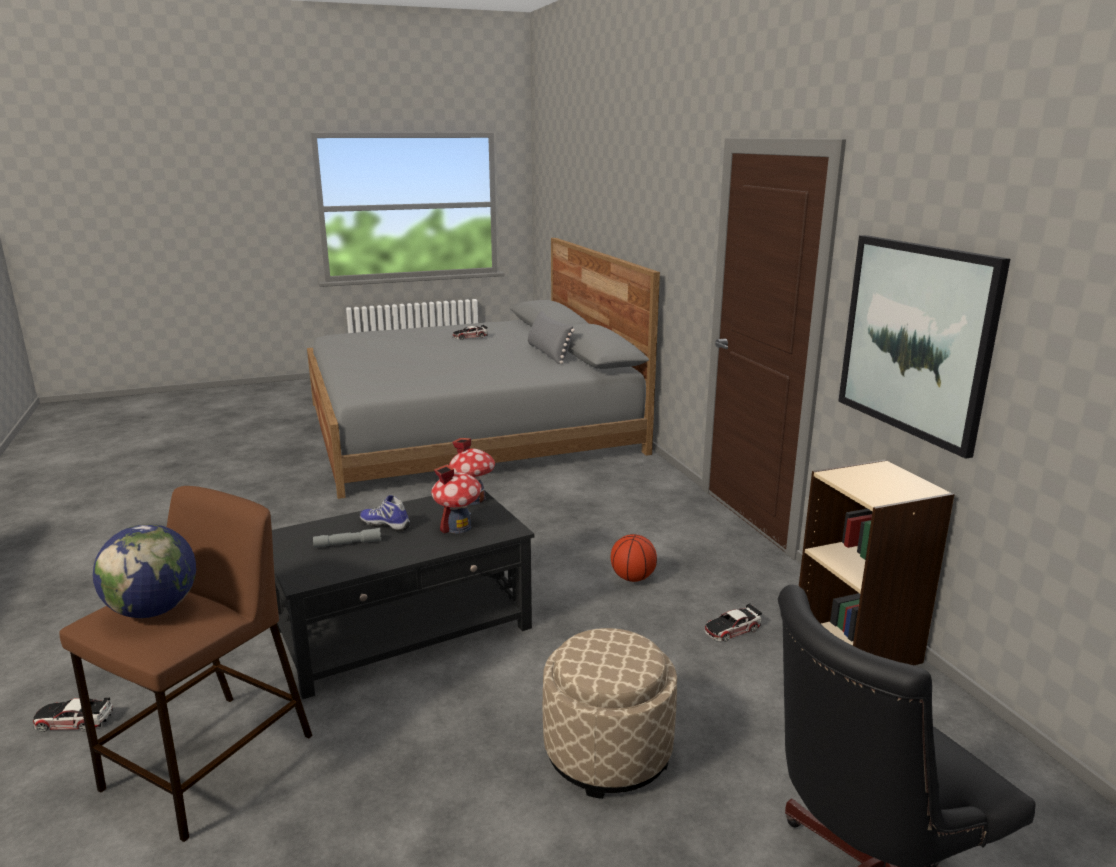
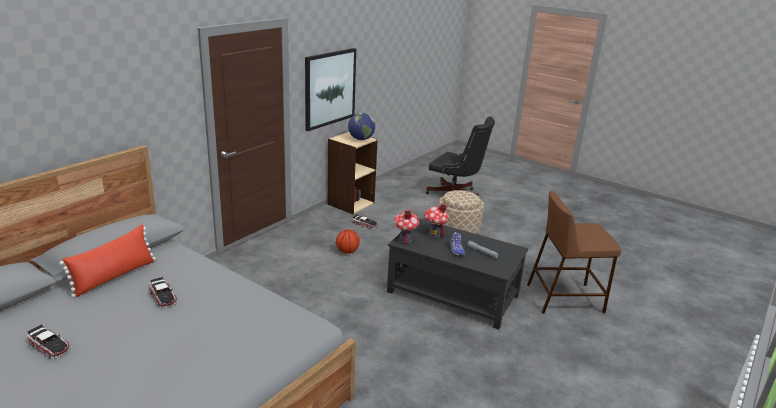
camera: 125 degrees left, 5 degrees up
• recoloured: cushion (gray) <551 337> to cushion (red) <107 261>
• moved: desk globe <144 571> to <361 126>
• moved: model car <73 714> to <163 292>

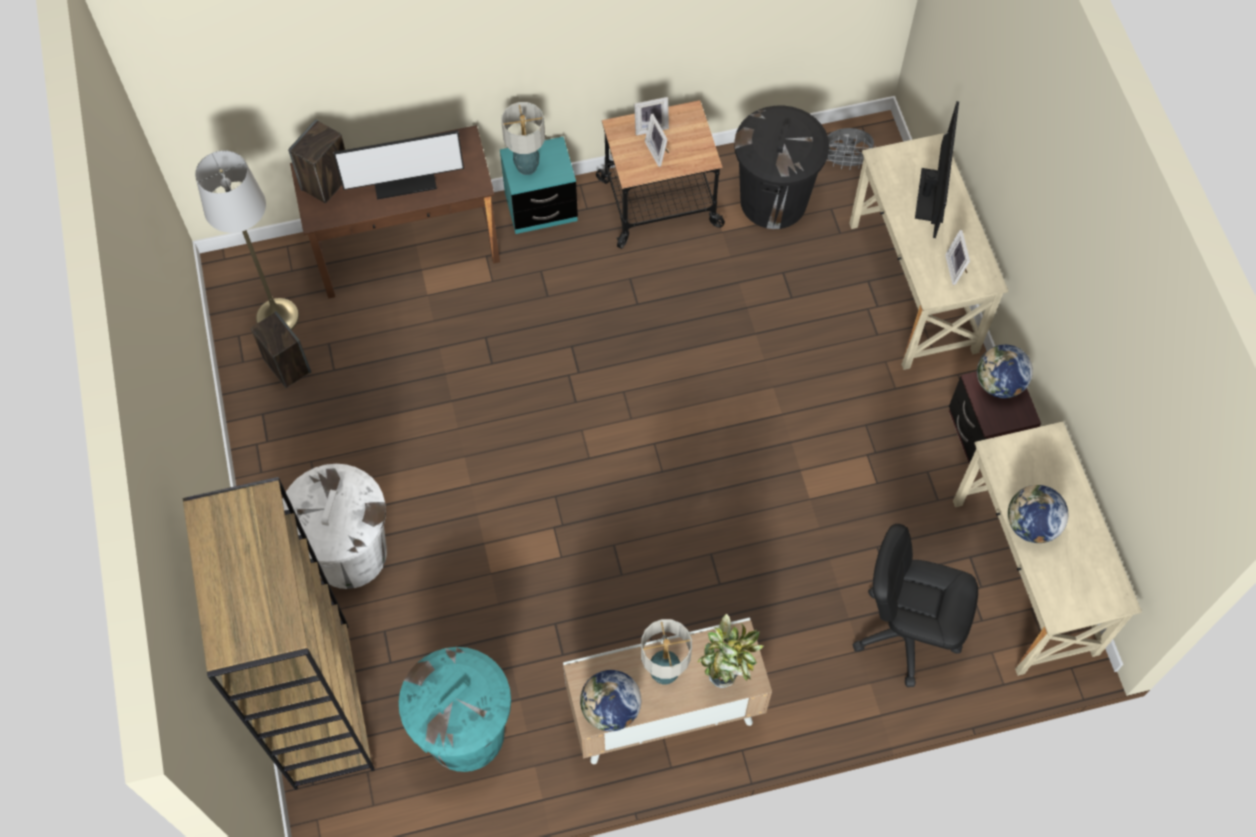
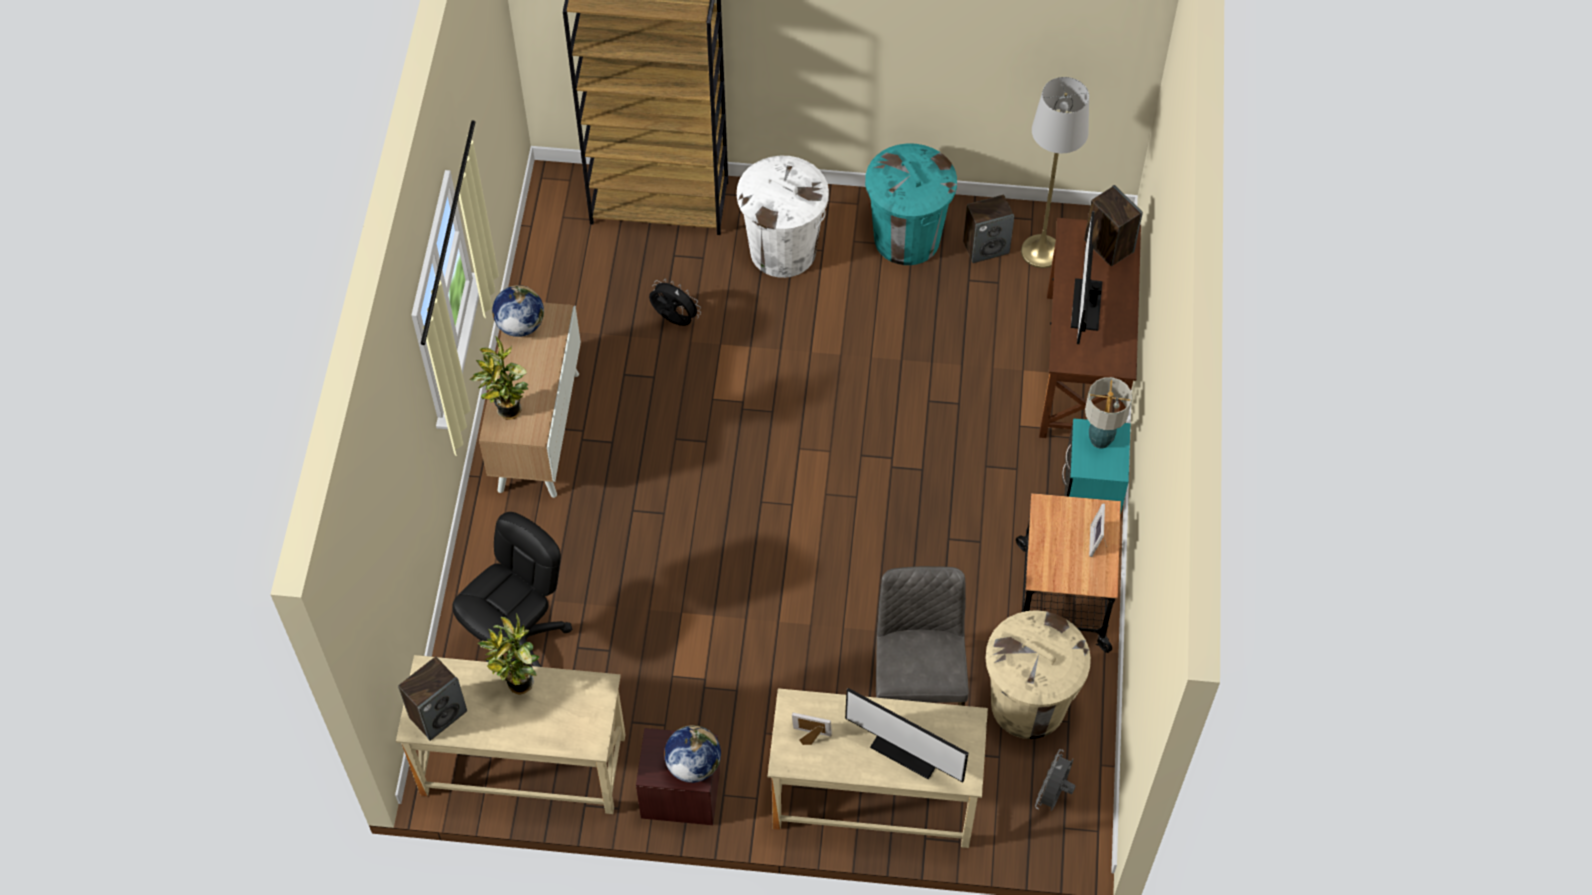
camera: 110 degrees right, 5 degrees down
• recoloured: rubbish bin (black-coloured) <781 167> to rubbish bin (beige-coloured) <1038 674>
• removed: photo frame <657 140>
• replaced: desk globe <1038 514> to potted plant <509 654>
• removed: lamp for a table <666 651>
• moved: rubbish bin (blue-green) <455 709> to <911 204>
• added: cooling fan (black-coloured) <675 302>
• added: plain chair (gray) <922 636>
• added: loudspeaker <432 698>

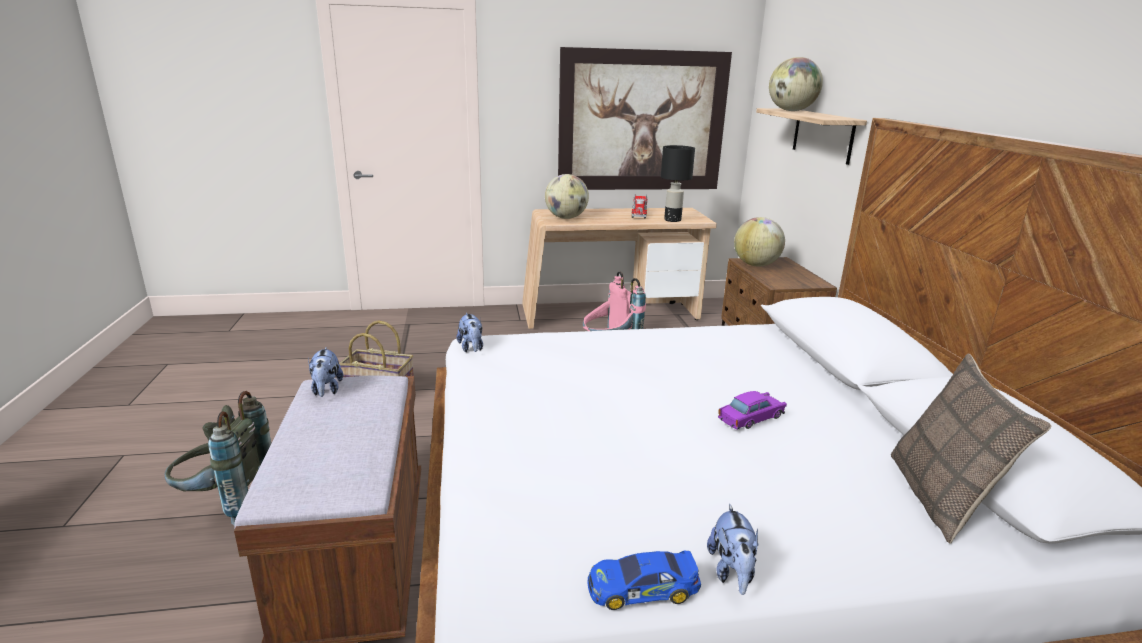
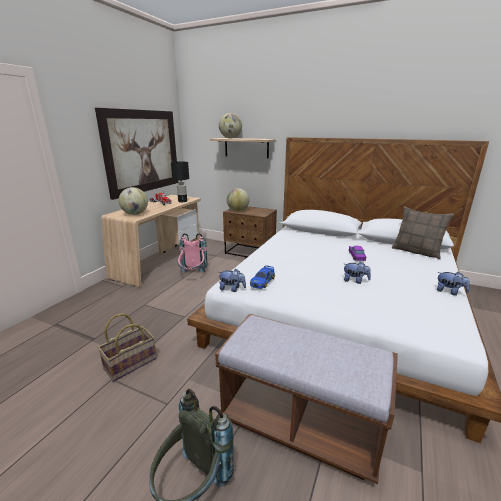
camera: 55 degrees left, 0 degrees up
• moved: plush toy <325 372> to <357 273>
• moved: model car <644 580> to <262 277>

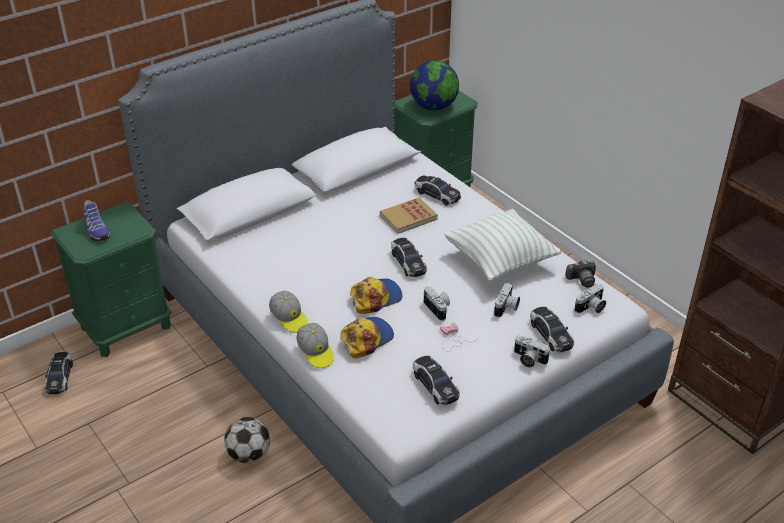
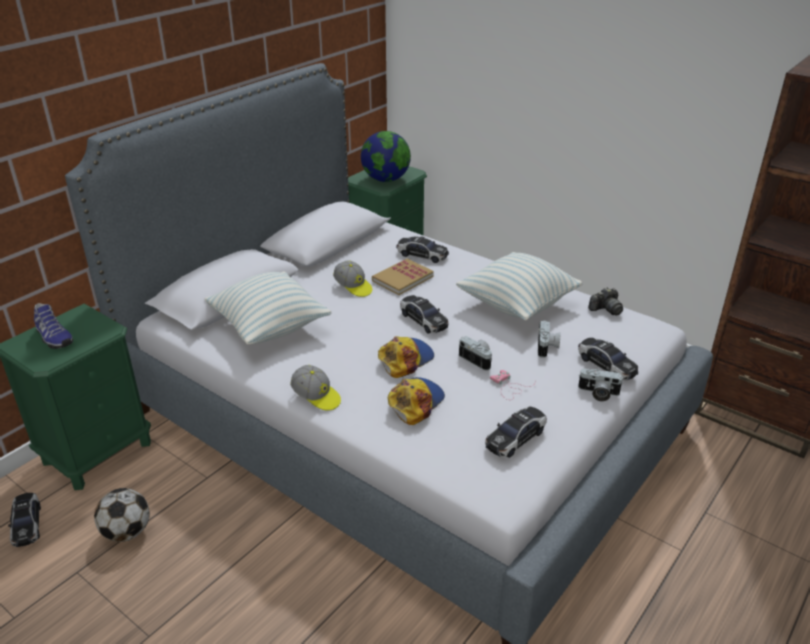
camera: 15 degrees left, 5 degrees down
• removed: photo camera <590 298>
• moved: baseball cap <315 345> to <352 278>
• turned: model car <436 380> = <516 432> 90 degrees clockwise
• moved: football ball <247 440> to <122 515>
• added: cushion <268 308>

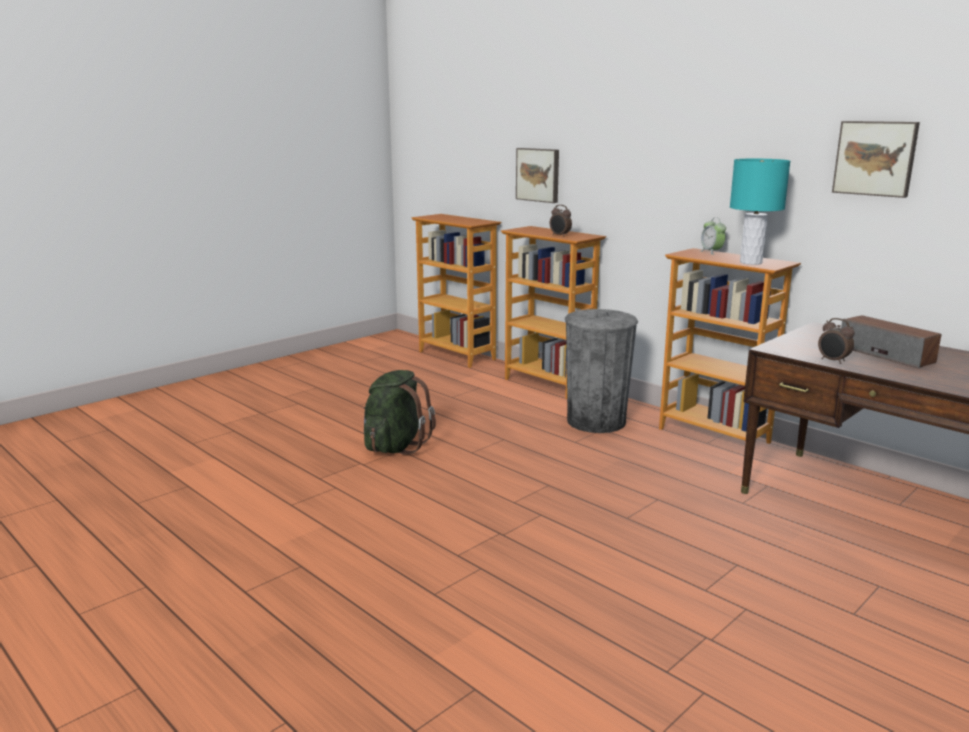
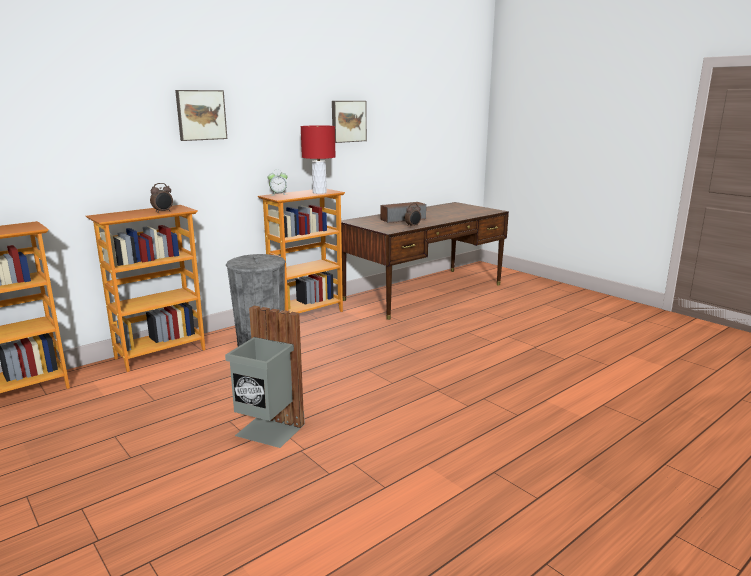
camera: 85 degrees left, 0 degrees up
• moved: wall picture <537 175> to <201 115>
• recoloured: lamp for a table (blue-green) <760 212> to lamp for a table (red) <318 159>
• replaced: knapsack (greenish) <399 412> to rubbish bin (gray) <265 377>

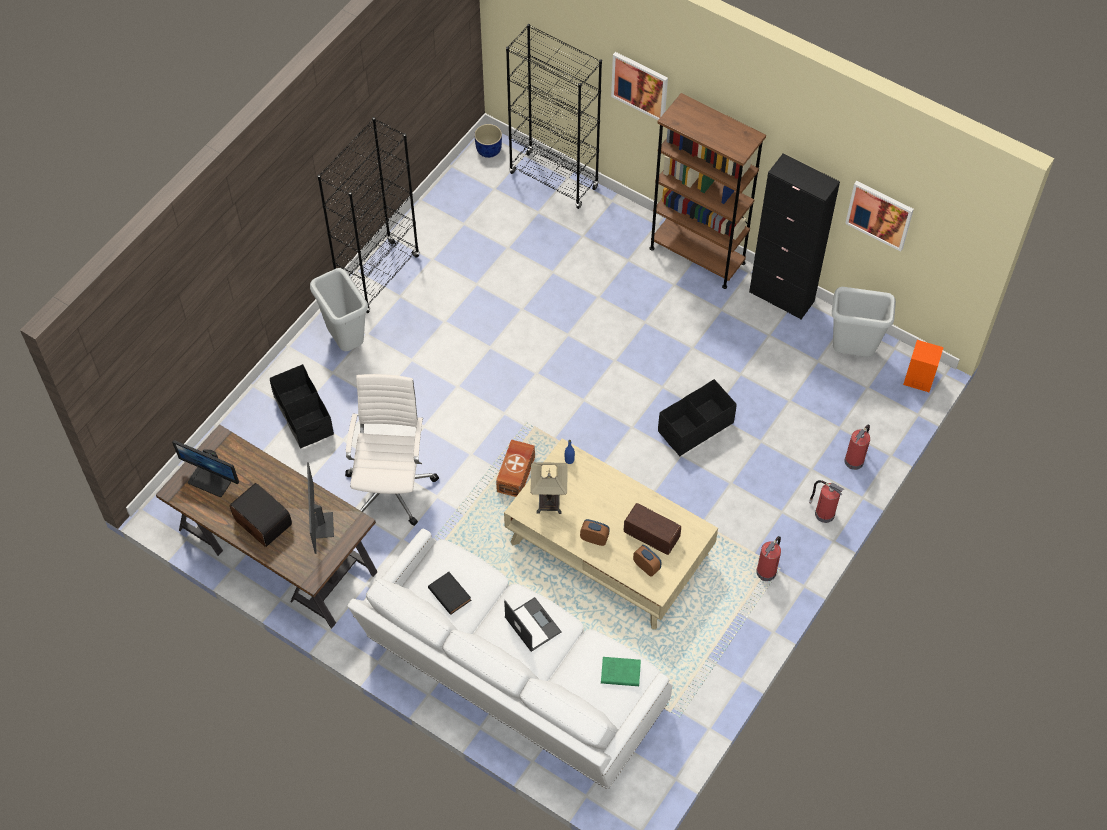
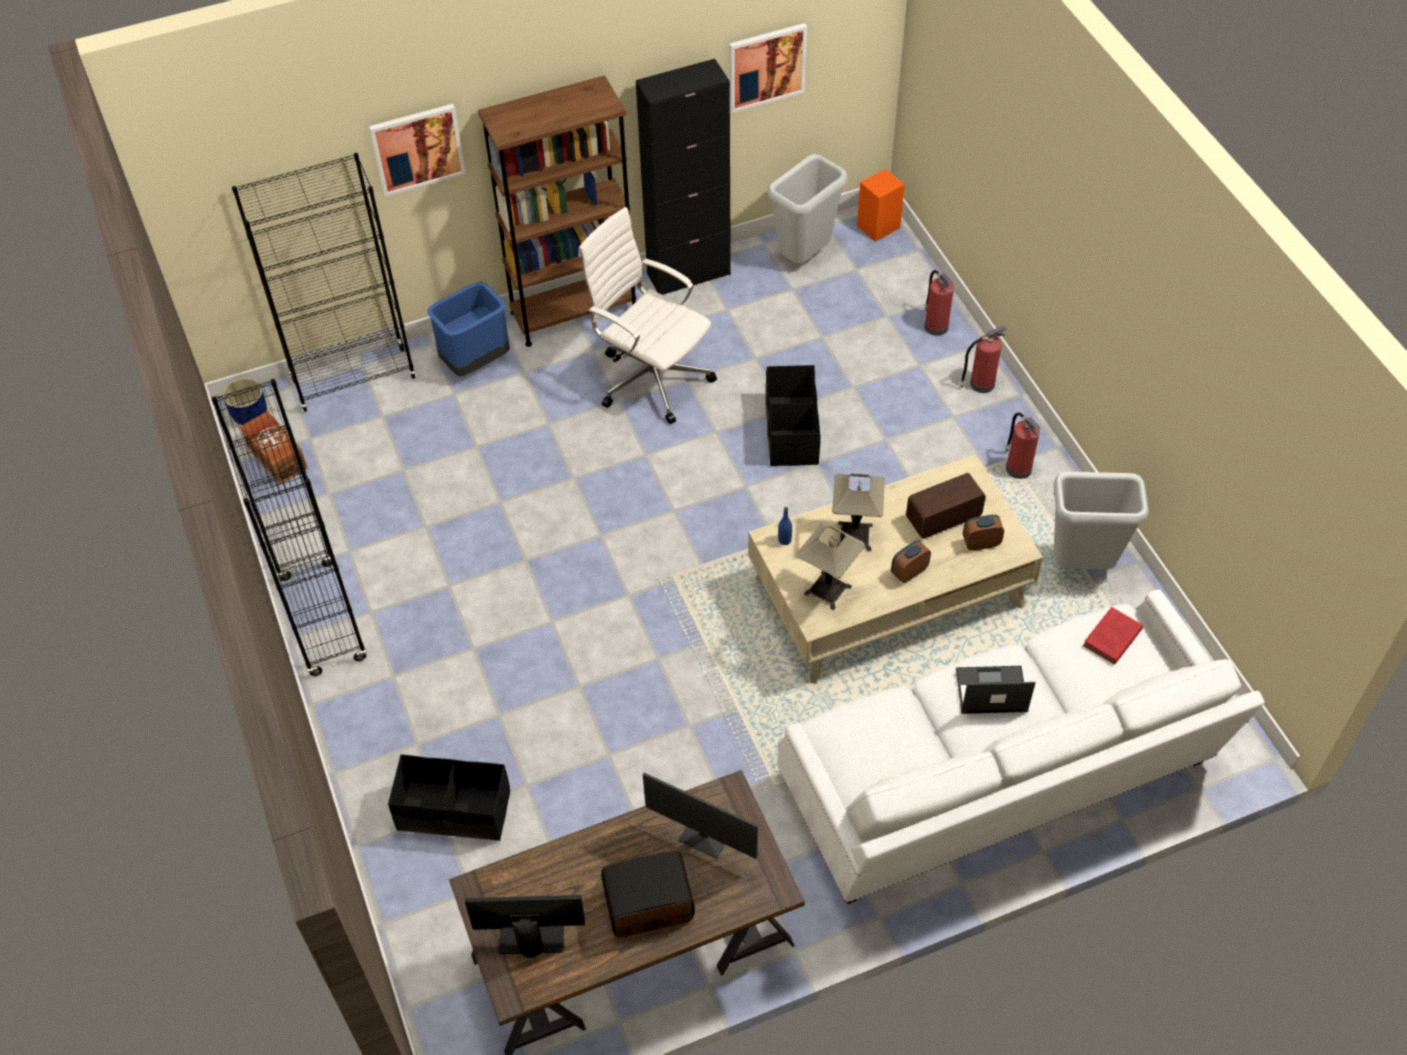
camera: 55 degrees left, 5 degrees down
• moved: rubbish bin (gray) <339 309> to <1101 521>
• moved: desk chair (white) <392 450> to <648 315>
• moved: storage bin (brownish) <515 468> to <274 448>
• turned: monitor <205 468> = <525 926> 150 degrees counterclockwise
• removed: volume (black-coloured) <449 593>
• recoloured: volume (greenish) <621 671> to volume (red) <1113 635>
• added: rubbish bin (blue) <468 329>
• added: lamp for a table <858 512>

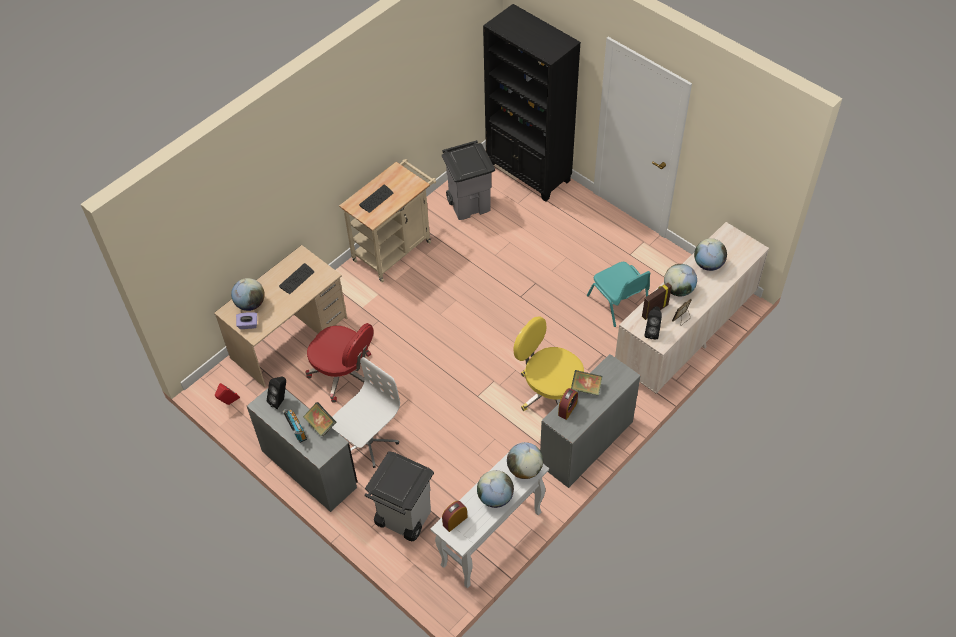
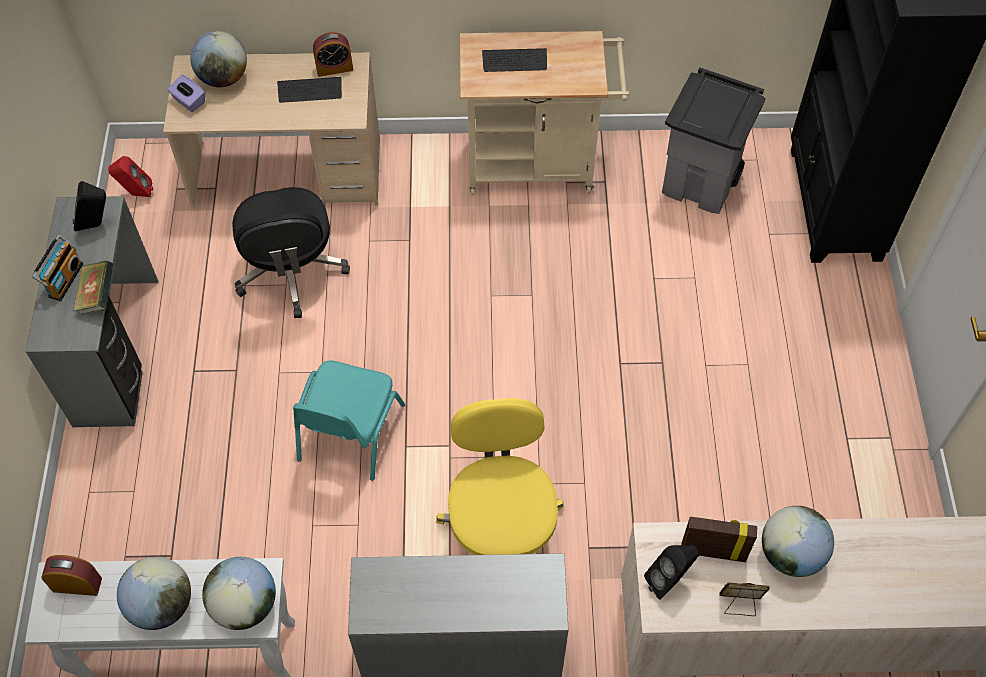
camera: 45 degrees right, 5 degrees up
• removed: desk globe <710 254>
• moved: plain chair (blue-green) <618 294> to <349 420>
• recoloured: desk chair (red) <339 363> to desk chair (black-coloured) <291 252>
• removed: desk chair (white) <366 412>
• removed: volume <587 382>
• moved: bedside clock <568 404> to <333 54>
• removed: rubbish bin (gray) <399 496>

